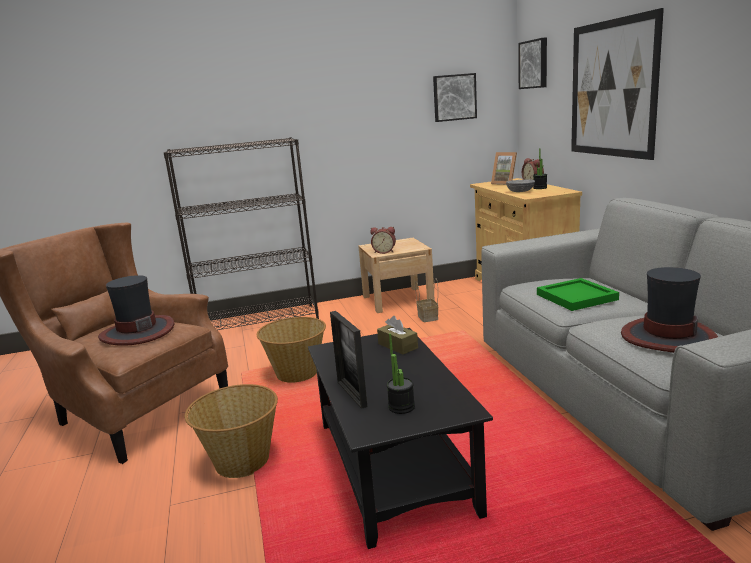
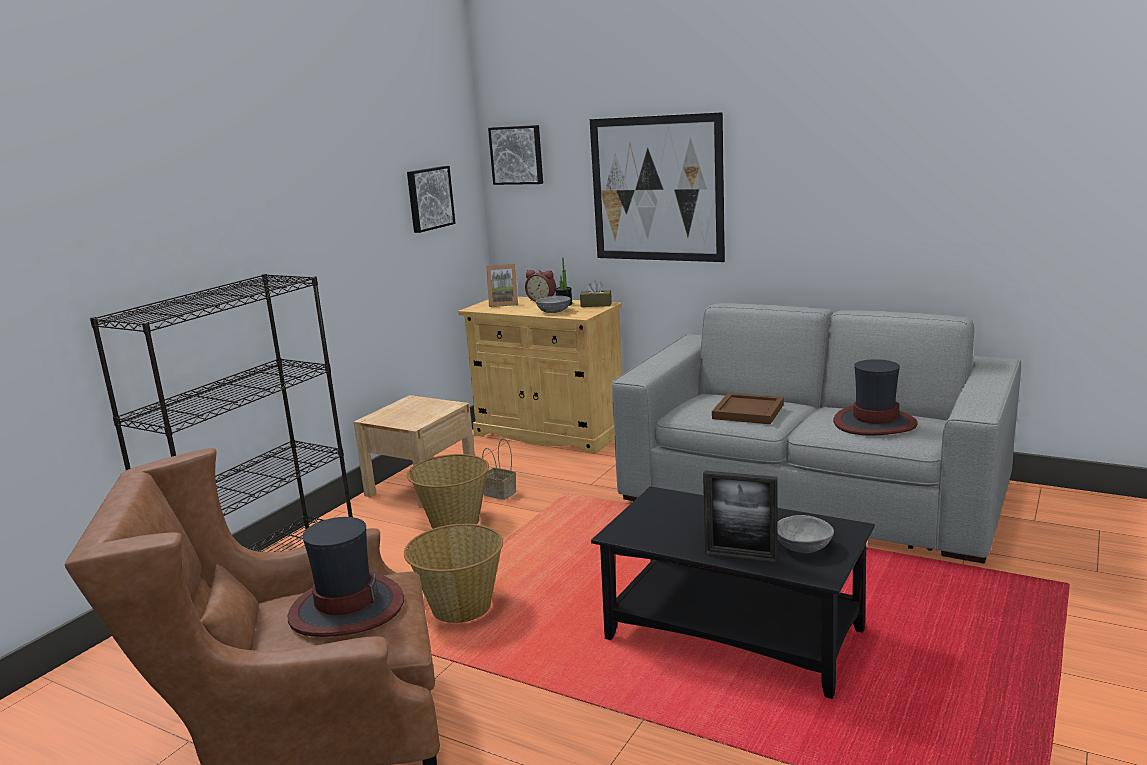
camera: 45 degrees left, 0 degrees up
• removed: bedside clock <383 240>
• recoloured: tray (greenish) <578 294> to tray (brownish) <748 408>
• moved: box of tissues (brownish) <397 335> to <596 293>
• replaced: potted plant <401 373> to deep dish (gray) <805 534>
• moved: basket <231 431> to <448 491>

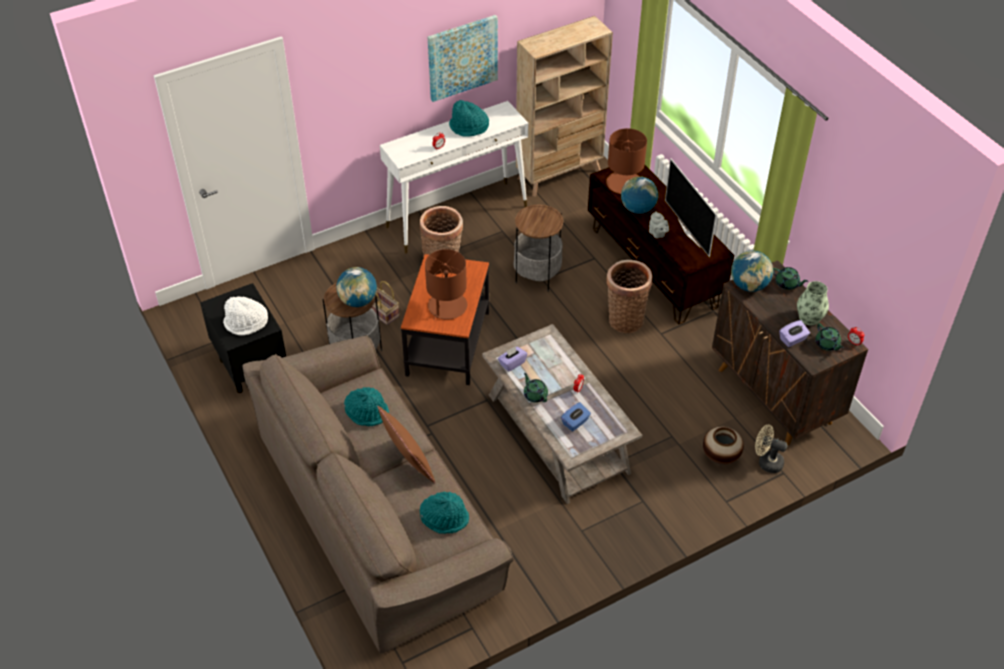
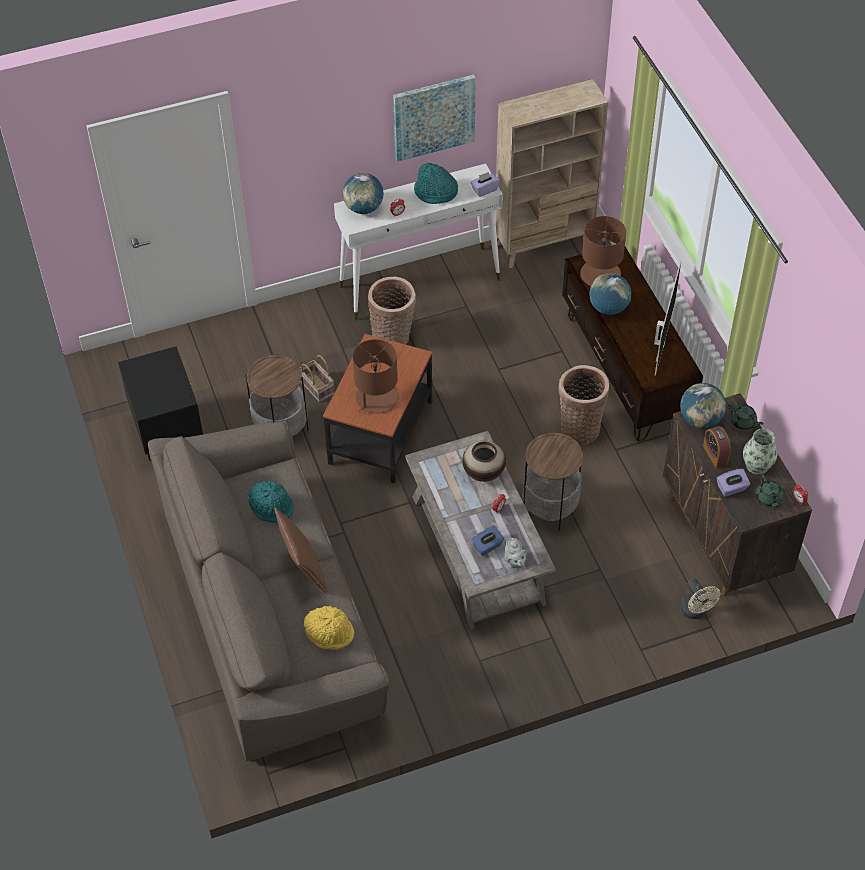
camera: 10 degrees right, 5 degrees up
• turned: television <691 207> = <668 318> 150 degrees counterclockwise
• moved: side table <538 248> to <552 482>
• moved: tea pot (gray) <659 224> to <516 553>
• moved: desk globe <357 287> to <363 193>
• removed: hat (white) <245 315>
• moved: box of tissues (purplish) <512 359> to <485 184>
• removed: tea pot (greenish) <536 388>
• turned: cooling fan (beige-coloured) <771 449> = <700 599> 150 degrees counterclockwise
• moved: flower vase <723 446> to <484 461>
• recoloured: hat (blue-green) <444 512> to hat (yellow-coloured) <329 628>
• added: bedside clock <717 447>

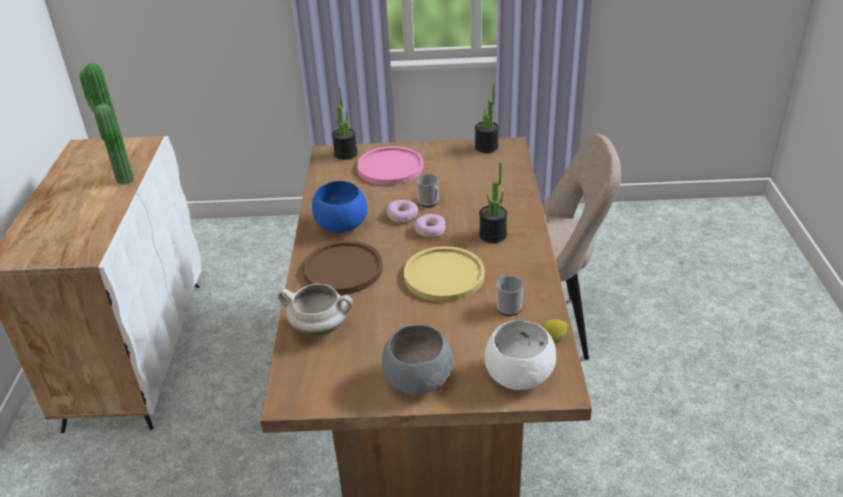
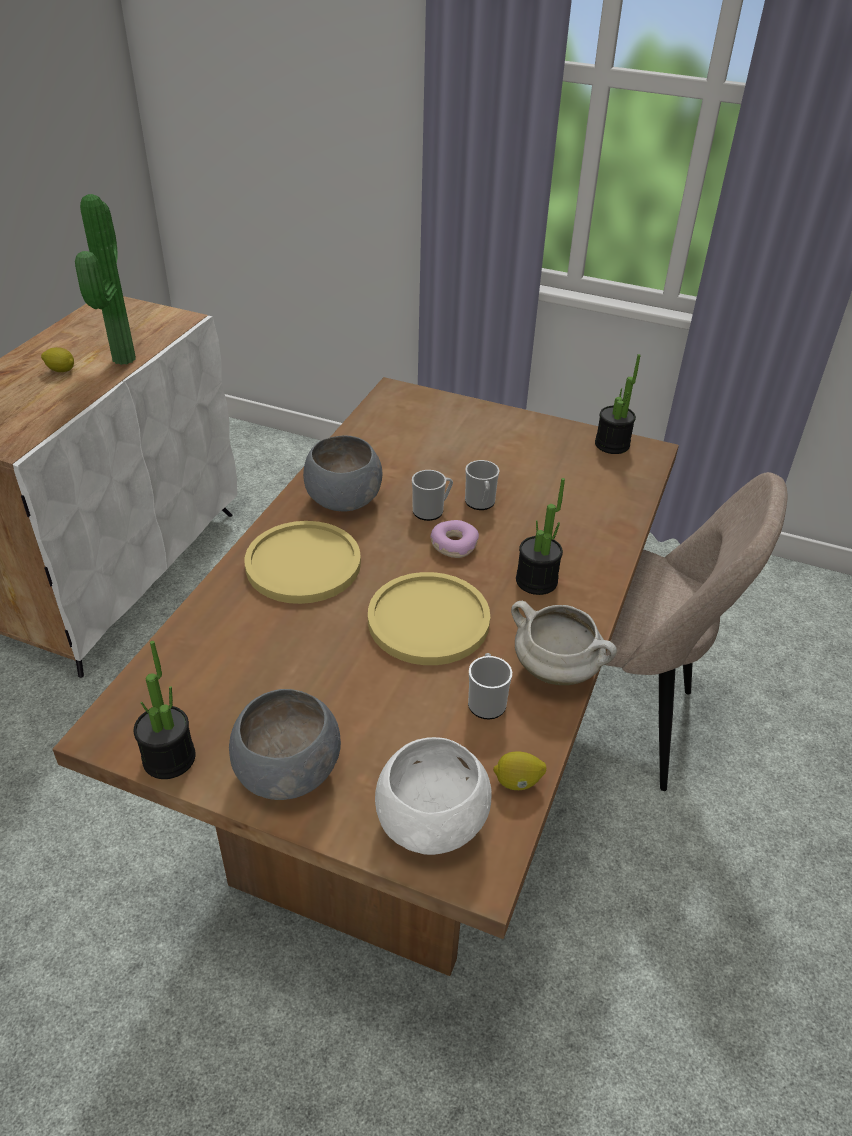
camera: 20 degrees right, 5 degrees up
• moved: potted plant <344 123> to <164 710>
• removed: dinner plate (pink) <390 165>
• recoloured: deep dish (blue) <339 207> to deep dish (gray) <342 473>
• replaced: doughnut <402 211> to tea mug <432 495>
• recoloured: dinner plate (brownish) <343 268> to dinner plate (yellow-coloured) <303 562>
• moved: stockpot (white) <315 310> to <564 643>
• added: lemon <57 359>

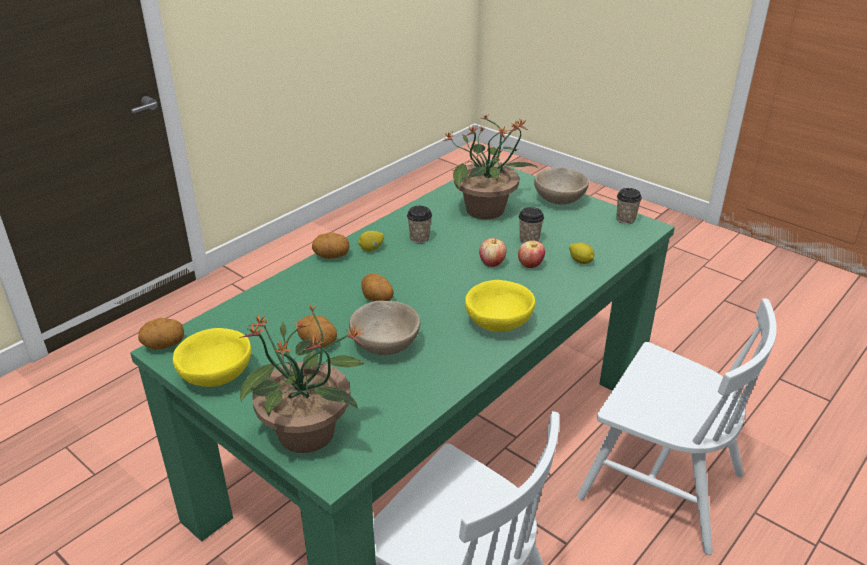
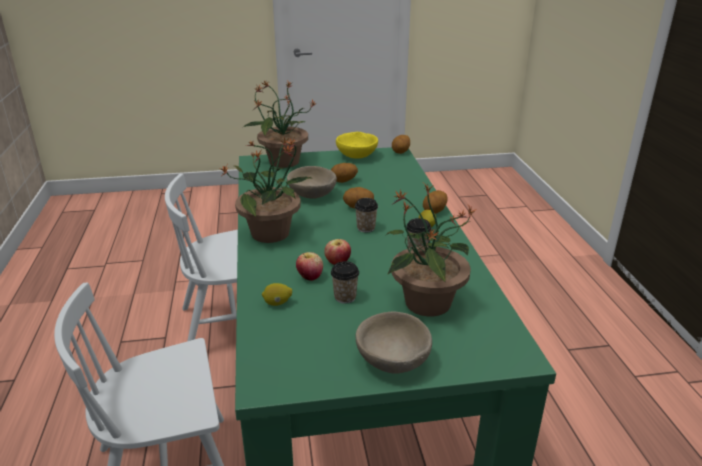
camera: 130 degrees right, 5 degrees down
• moved: cup <629 206> to <366 215>
• replaced: deep dish (yellow-coloured) <500 306> to potted plant <266 190>

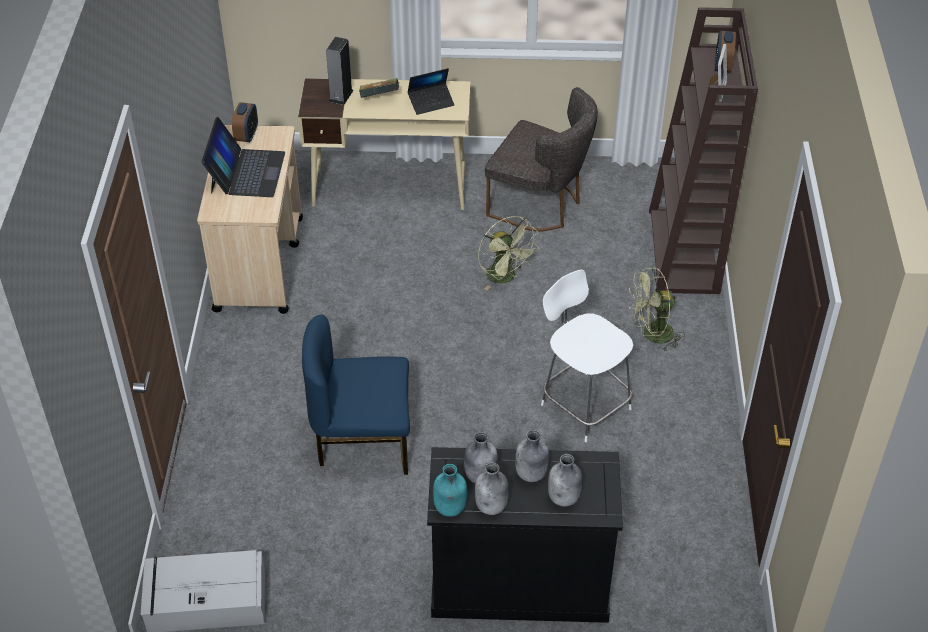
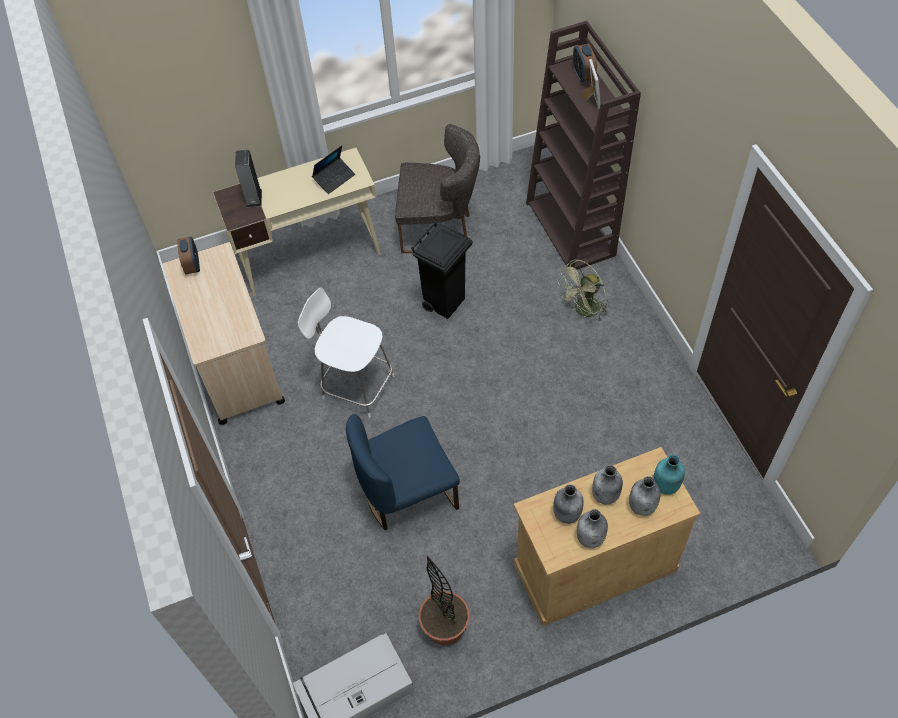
camera: 20 degrees left, 10 degrees up
• removed: volume <379 88>
• removed: laptop <243 157>
• replaced: cooling fan (greenish) <508 253> to rubbish bin (black-coloured) <441 270>
• moved: plain chair (white) <587 355> to <346 353>
• recoloured: cabinet (black-coloured) <525 535> to cabinet (beige-coloured) <607 536>
• moved: beverage bottle (blue-green) <450 490> to <669 475>
• added: potted plant <444 600>

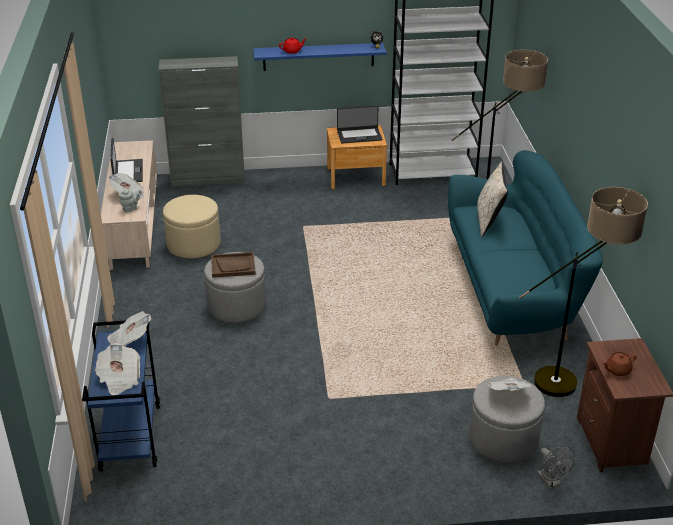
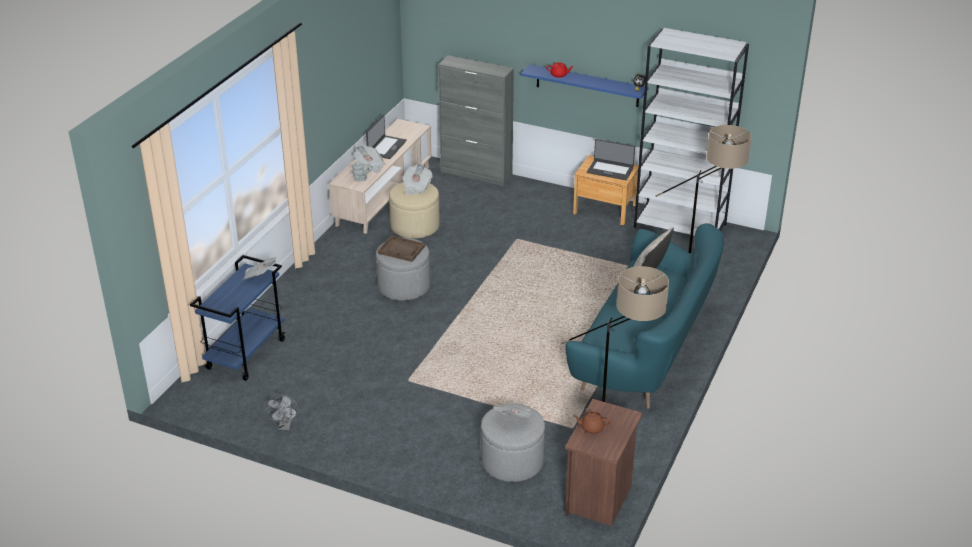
camera: 30 degrees right, 0 degrees up
• moved: printed paper <117 369> to <417 179>
• moved: cooling fan (gray) <556 467> to <282 412>

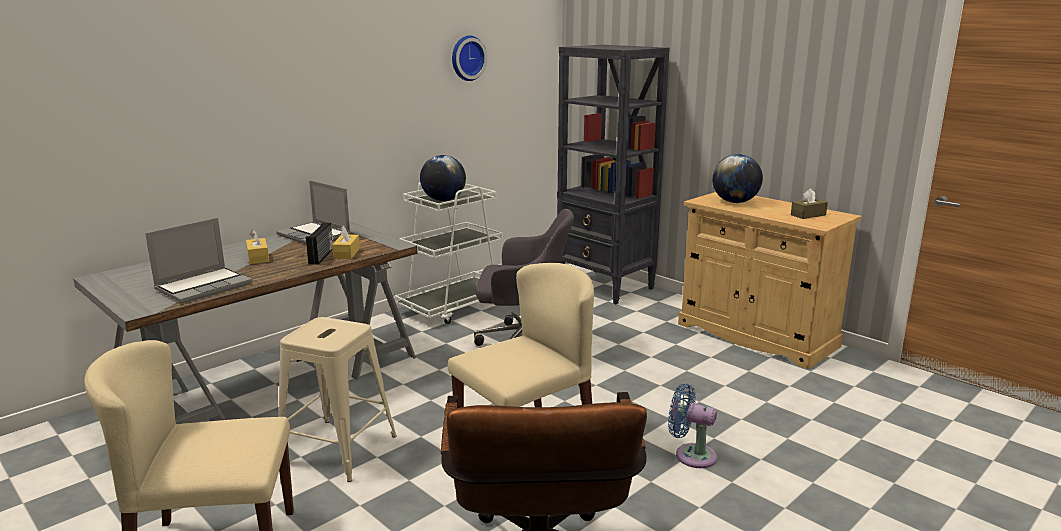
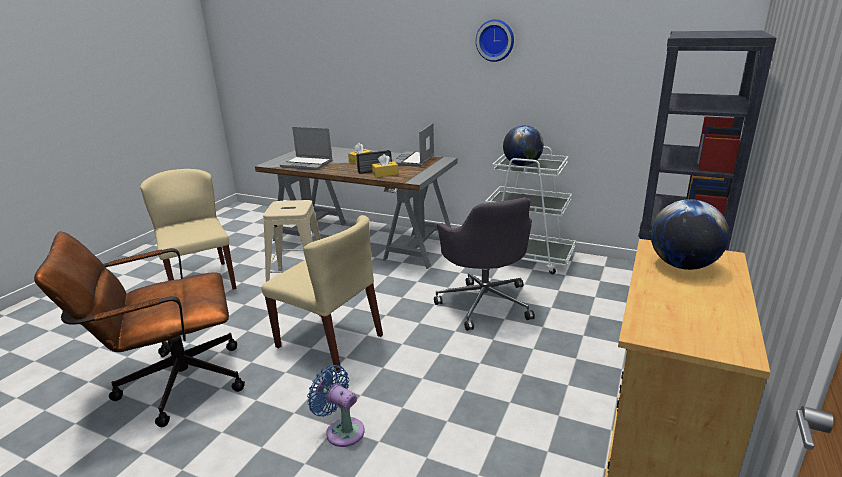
camera: 70 degrees right, 5 degrees up
• moved: hanging clock <469 58> to <495 40>
• removed: box of tissues (brownish) <809 203>
• turned: cooling fan (blue) <692 426> = <336 406> 60 degrees counterclockwise

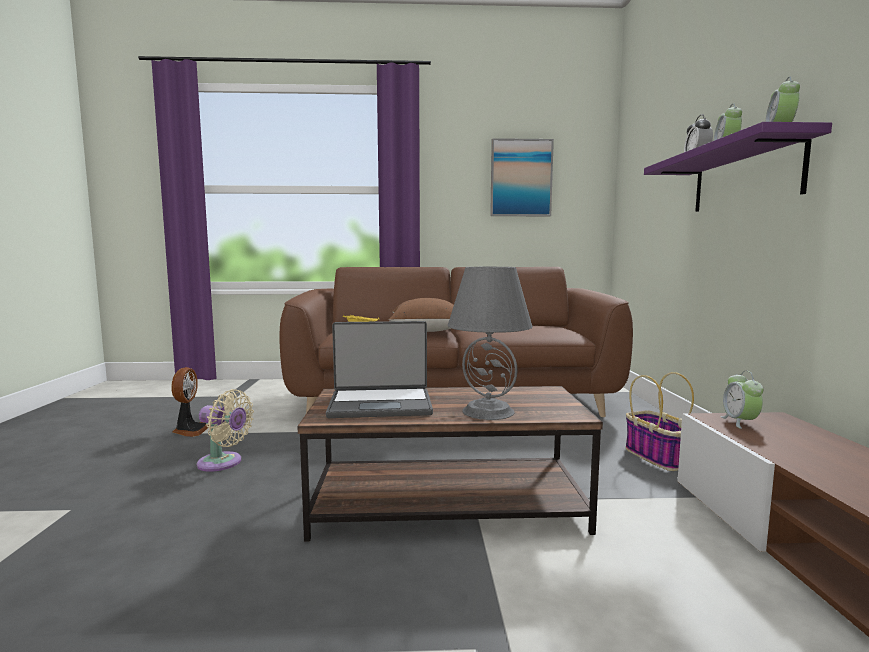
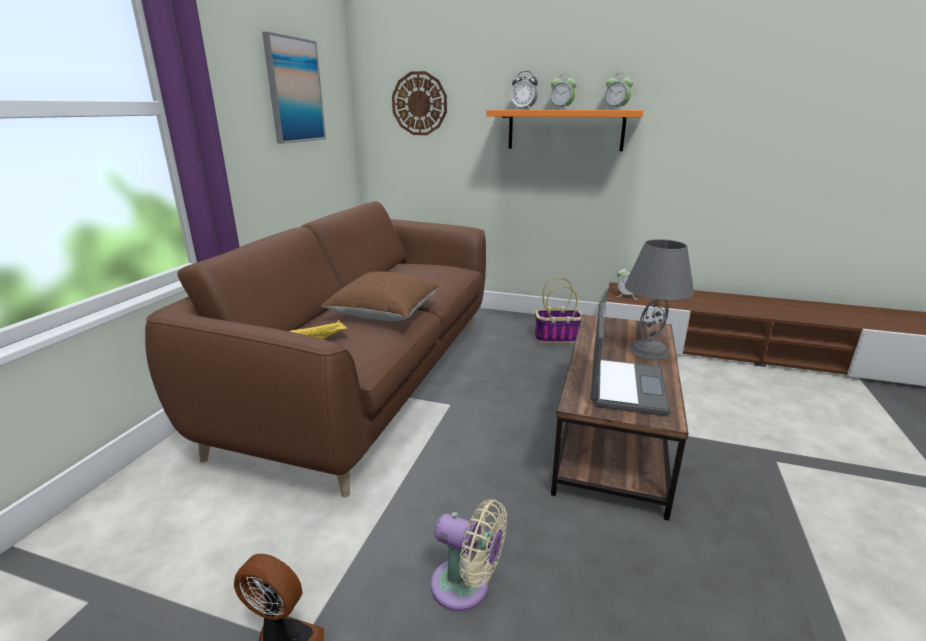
camera: 70 degrees left, 15 degrees up
• recoloured: wall shelf (purplish) <738 167> to wall shelf (orangey) <564 130>
• turned: cooling fan (beige-coloured) <225 430> = <469 555> 75 degrees clockwise
• added: hanging clock <419 103>

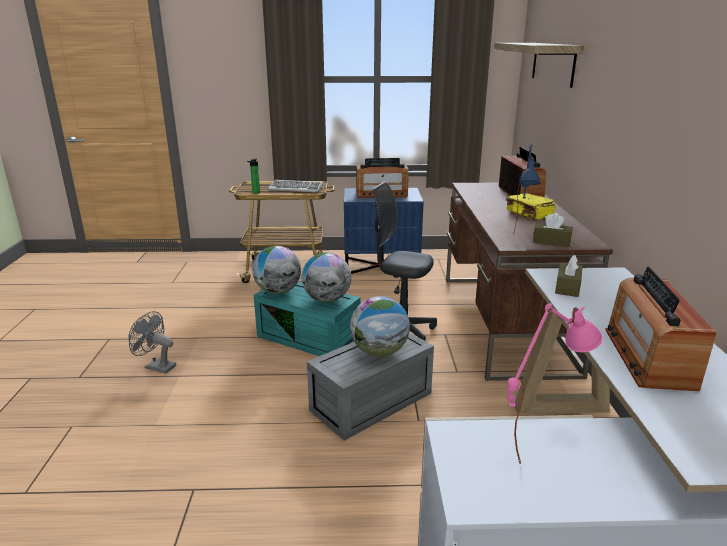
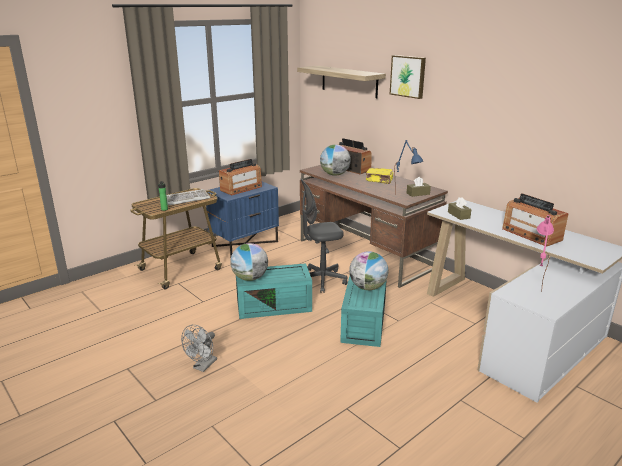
camera: 40 degrees left, 0 degrees up
• moved: desk globe <326 277> to <335 160>
• turned: cooling fan (gray) <152 342> = <199 348> 45 degrees counterclockwise
• recoloured: storage bin (gray) <370 386> to storage bin (blue-green) <363 311>
• added: wall picture <408 77>

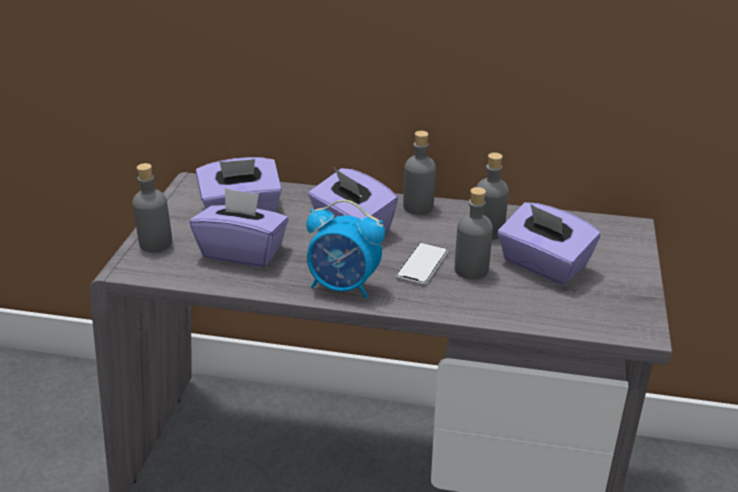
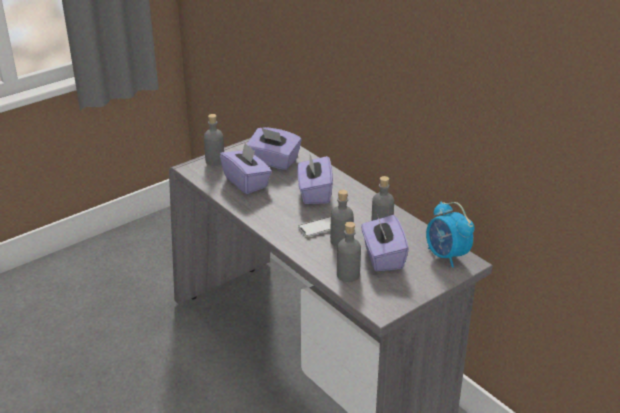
camera: 40 degrees right, 0 degrees up
• moved: beverage bottle (gray) <419 173> to <349 252>
• moved: bedside clock <345 249> to <450 235>

